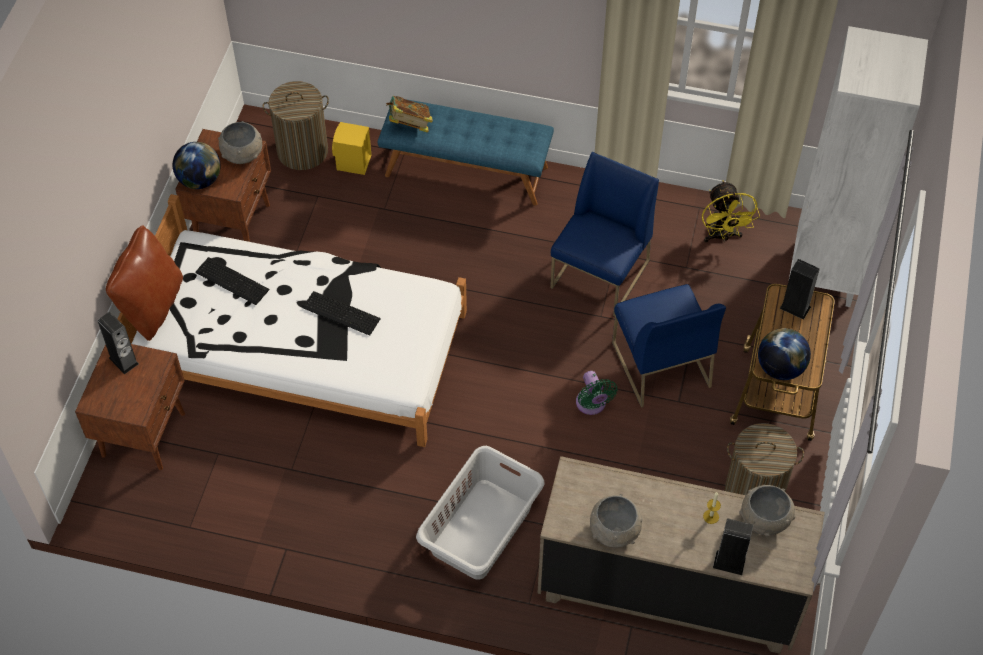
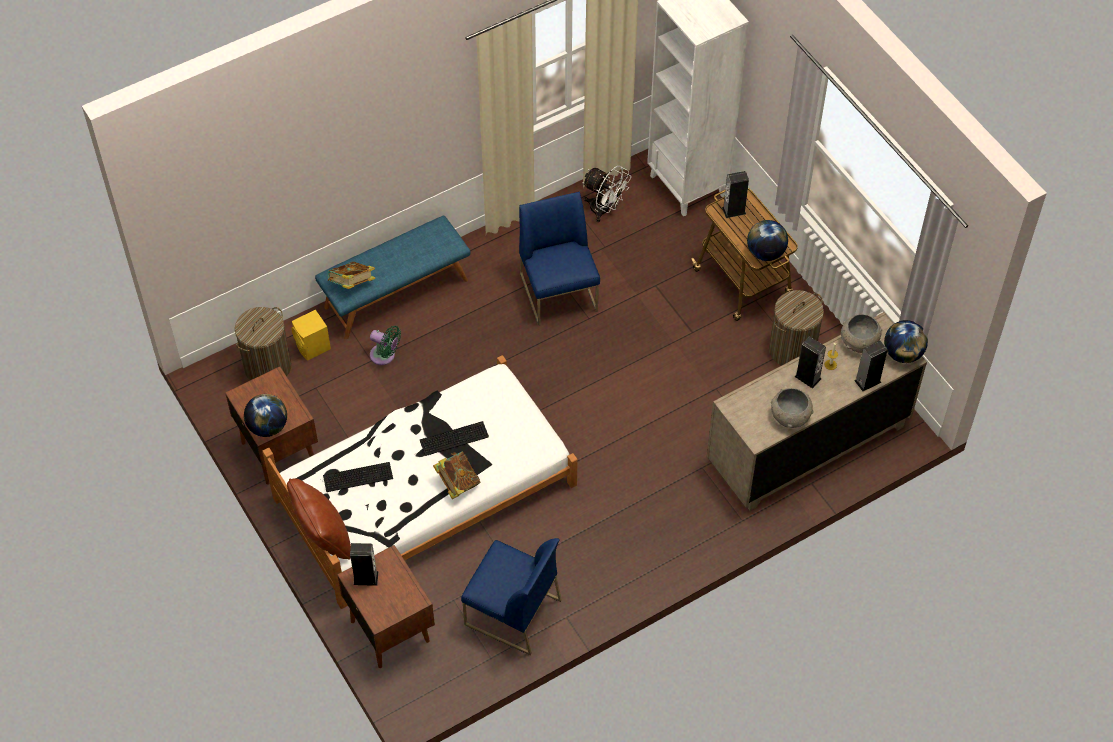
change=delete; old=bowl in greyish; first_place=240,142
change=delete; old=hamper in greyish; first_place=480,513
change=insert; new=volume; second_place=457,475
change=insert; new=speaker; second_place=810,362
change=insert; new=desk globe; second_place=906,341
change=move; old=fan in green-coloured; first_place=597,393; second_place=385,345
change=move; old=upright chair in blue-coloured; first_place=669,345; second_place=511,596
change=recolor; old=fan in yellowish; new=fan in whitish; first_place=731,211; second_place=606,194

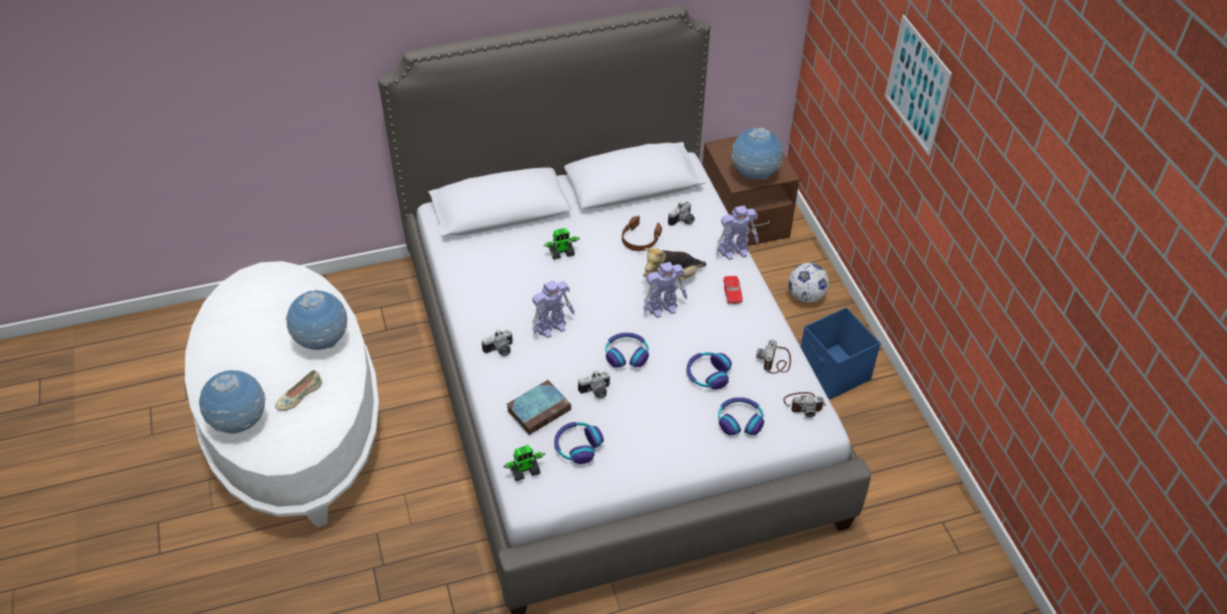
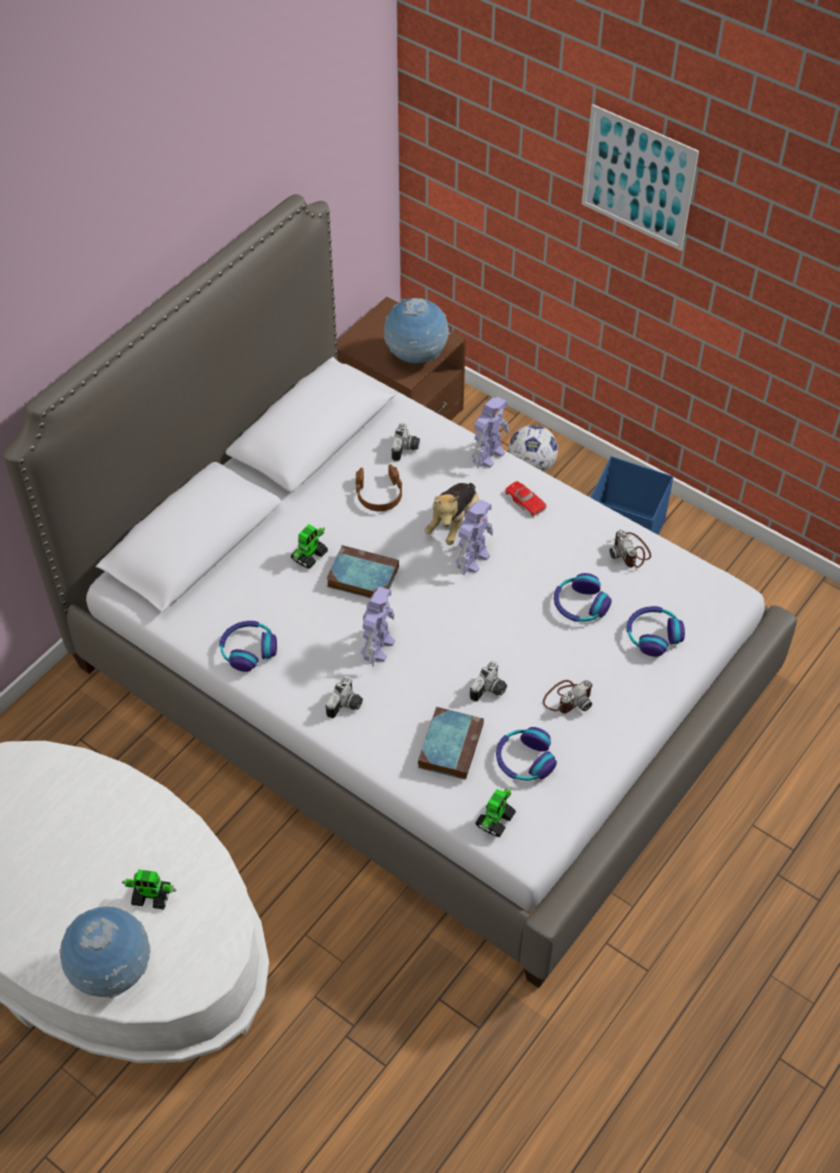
change=delete; old=desk globe; first_place=316,319
change=insert; new=volume; second_place=362,571
change=move; old=headset; first_place=627,350; second_place=248,646
change=move; old=still camera; first_place=804,405; second_place=568,697
change=replace; old=item of footwear in sand-coloured; new=model robot; first_place=298,390; second_place=149,890

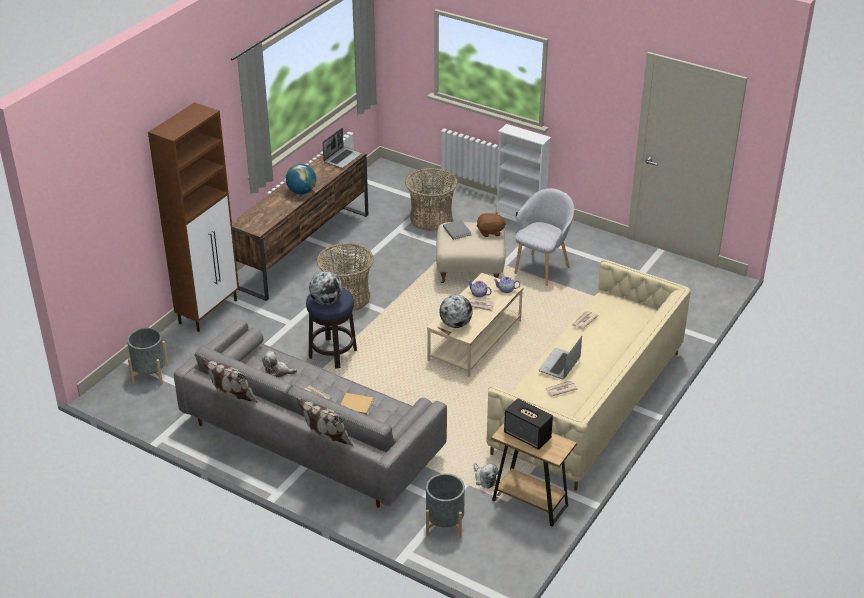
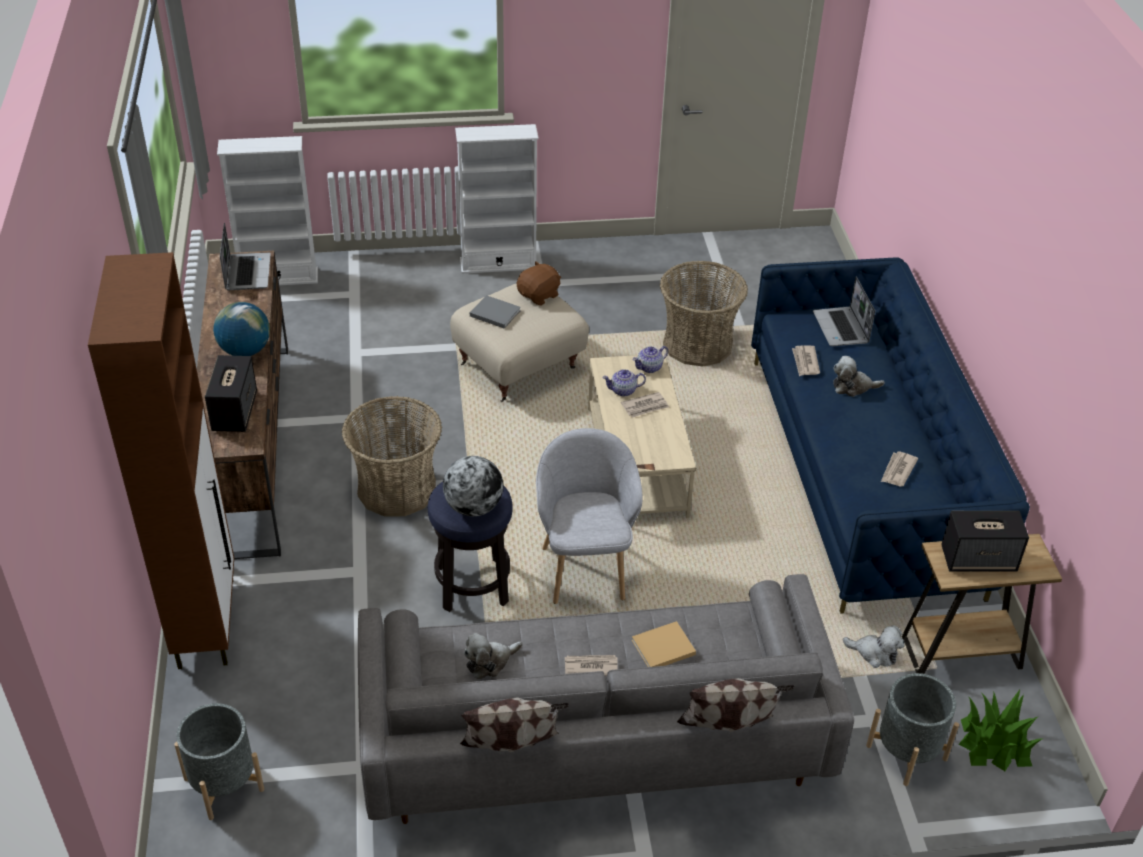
change=delete; old=desk globe; first_place=456,311
change=insert; new=speaker; second_place=231,393
change=insert; new=bookcase in whitish; second_place=267,210
change=insert; new=cuddly toy; second_place=859,376
change=insert; new=potted plant; second_place=1000,730
change=move; old=basket; first_place=431,199; second_place=704,314
change=move; old=armchair in greyish; first_place=544,237; second_place=589,516
change=move; old=laptop; first_place=560,358; second_place=844,311
change=recolor; old=settee in sand-coloured; new=settee in blue-coloured; first_place=588,375; second_place=890,435

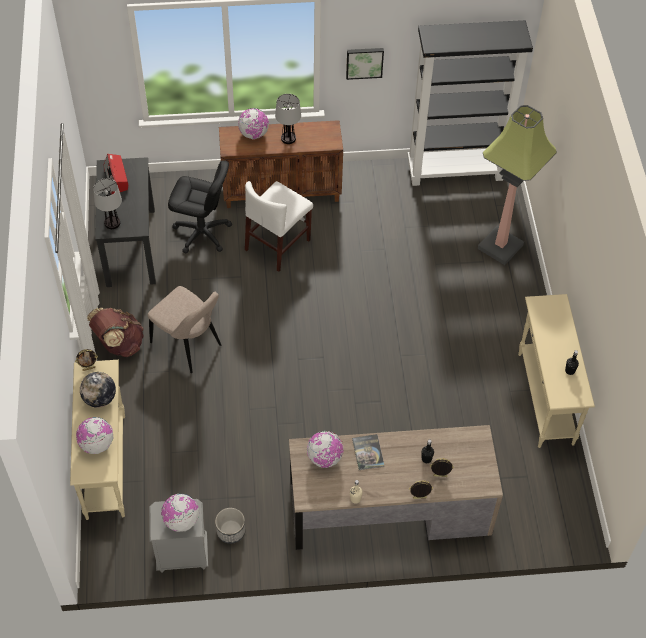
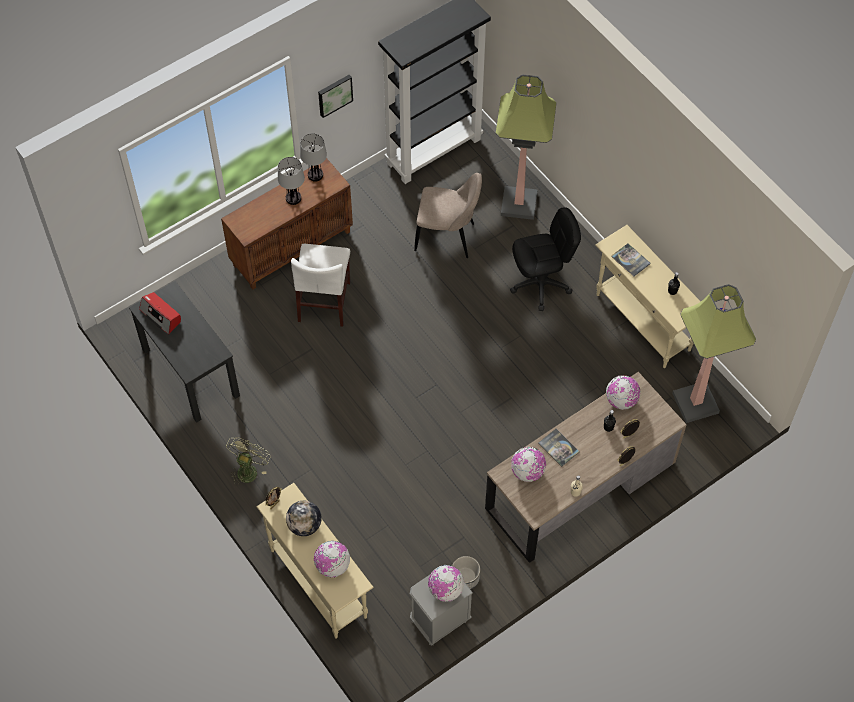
change=insert; new=volume; second_place=631,259
change=insert; new=standard lamp; second_place=714,353
change=move; old=tabletop lamp; first_place=107,203; second_place=313,157
change=move; old=upright chair in sand-coloured; first_place=184,329; second_place=448,215
change=move; old=office chair in black-coloured; first_place=200,207; second_place=545,259
change=move; old=desk globe; first_place=253,123; second_place=623,392
change=replace; old=knapsack in brown; new=fan in green-coloured; first_place=115,332; second_place=248,461

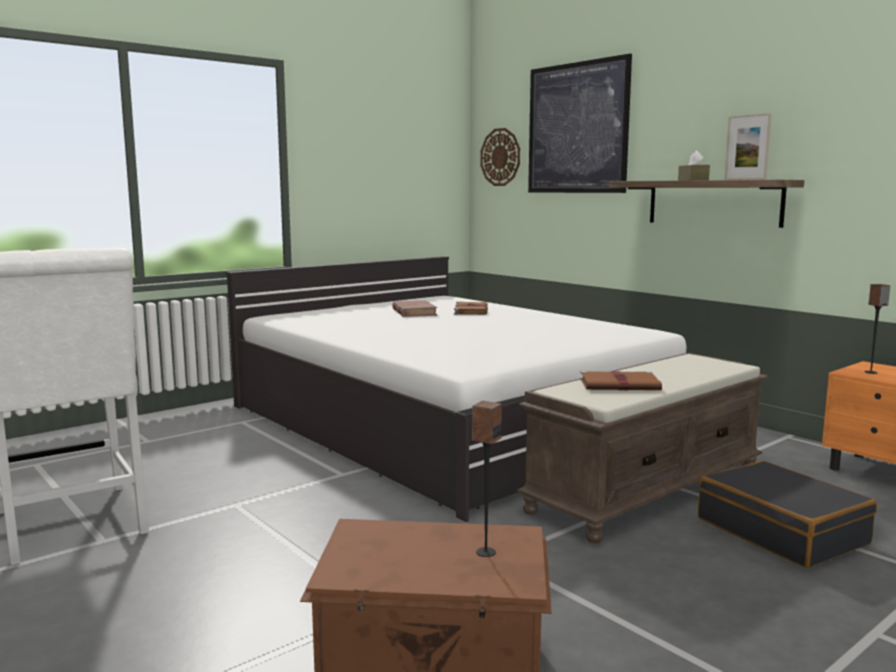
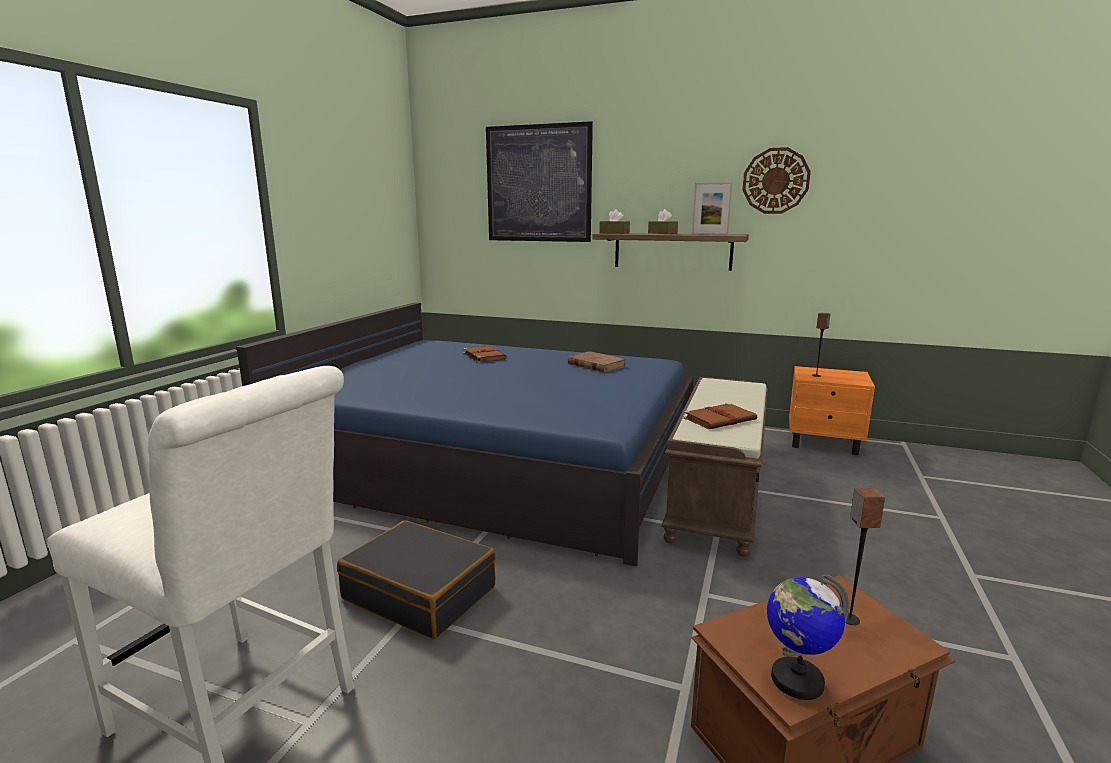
change=insert; new=tissue box in brown; second_place=614,221
change=insert; new=desk globe; second_place=808,637
change=move; old=volume in brown; first_place=415,308; second_place=597,362
change=move; old=clock on the wall; first_place=500,157; second_place=777,180
change=move; old=travel case in black-coloured; first_place=787,514; second_place=416,579
change=recolor; old=bedroom bed in whitish; new=bedroom bed in blue-coloured; first_place=456,389; second_place=465,434

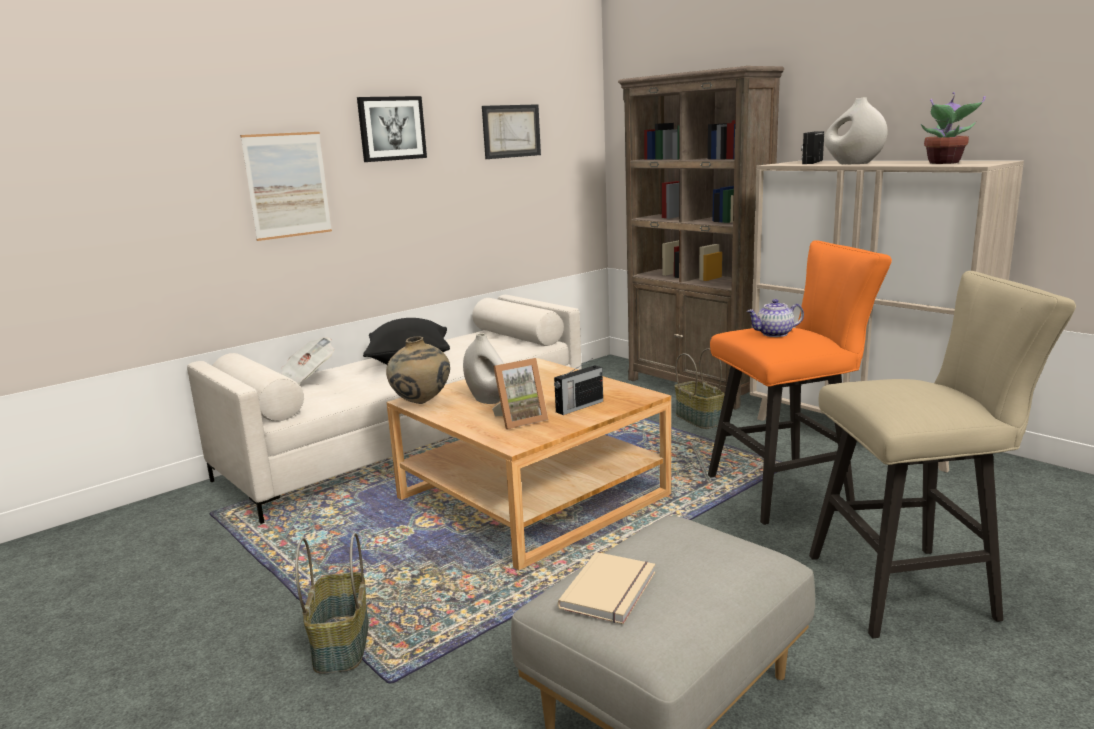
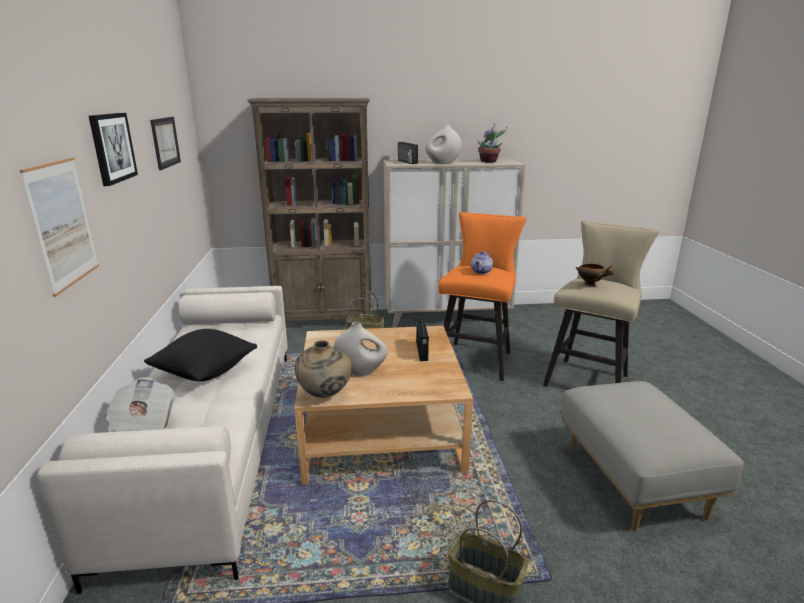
change=delete; old=picture frame; first_place=520,393
change=delete; old=volume in sand-coloured; first_place=606,588
change=insert; new=bowl; second_place=595,275

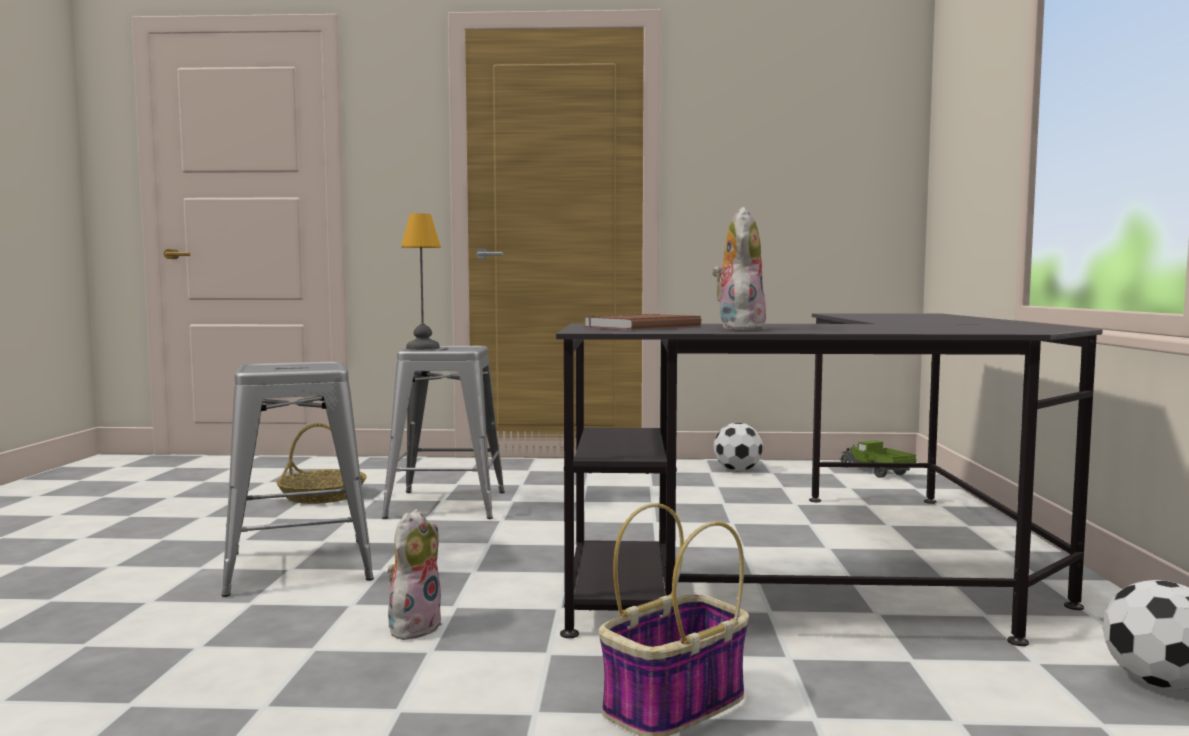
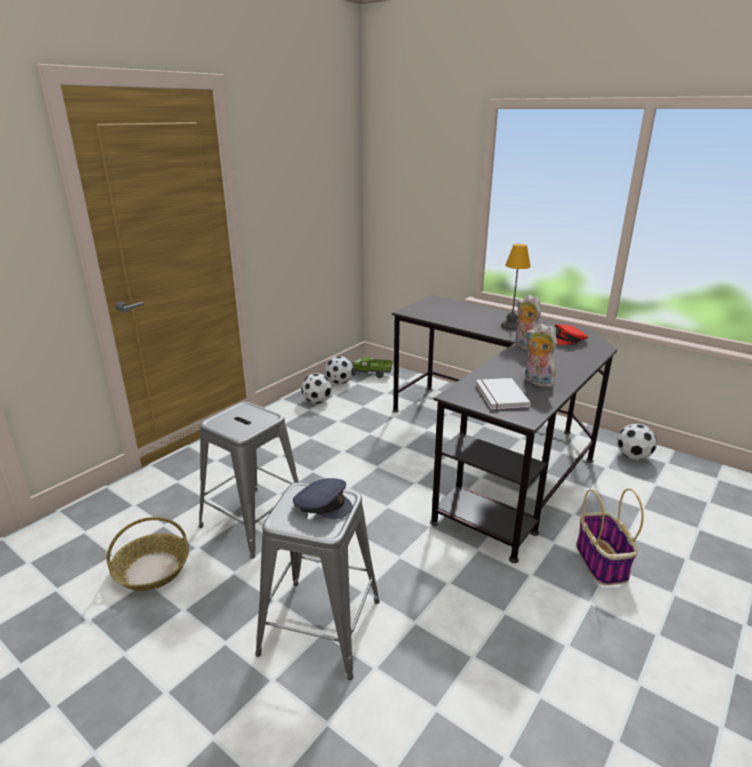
change=insert; new=baseball cap in greyish; second_place=323,498
change=insert; new=ball for football; second_place=339,370
change=insert; new=baseball cap in red; second_place=571,334
change=move; old=cuddly toy; first_place=415,574; second_place=528,322
change=move; old=tabletop lamp; first_place=421,281; second_place=516,287
change=recolor; old=volume in brown; new=volume in whitish; first_place=642,322; second_place=503,394

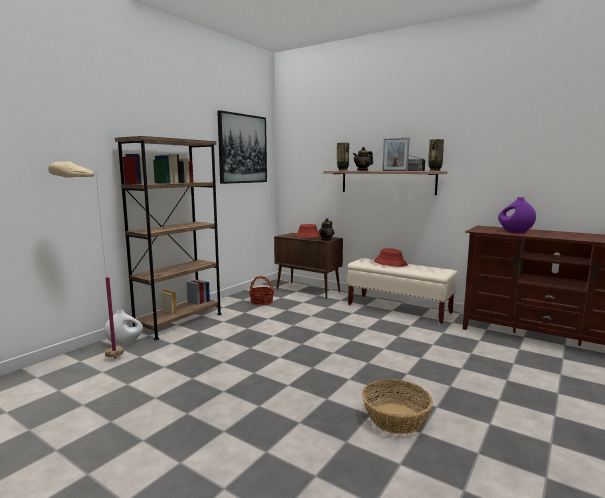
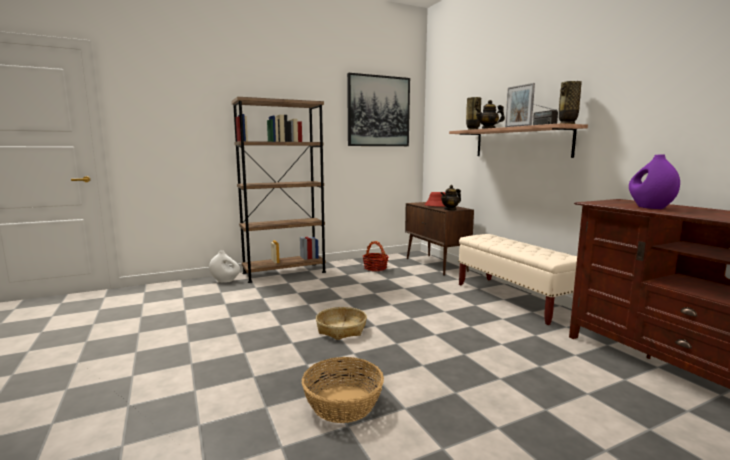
change=delete; old=standard lamp in sand-coloured; first_place=86,259
change=delete; old=hat in red; first_place=391,257
change=insert; new=basket; second_place=341,323

